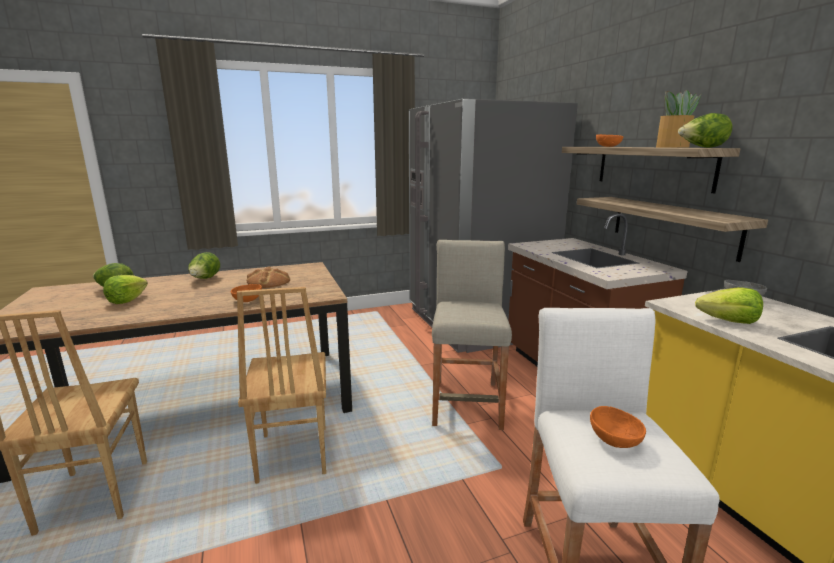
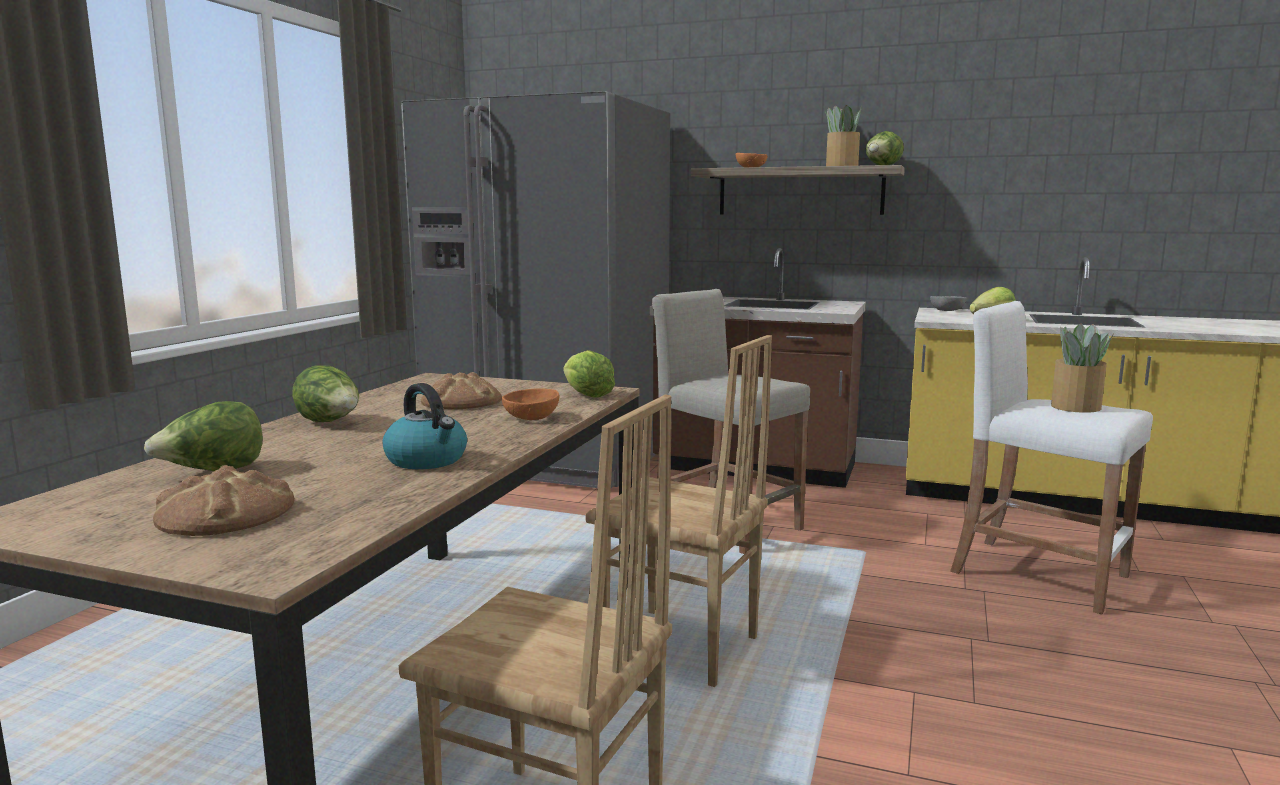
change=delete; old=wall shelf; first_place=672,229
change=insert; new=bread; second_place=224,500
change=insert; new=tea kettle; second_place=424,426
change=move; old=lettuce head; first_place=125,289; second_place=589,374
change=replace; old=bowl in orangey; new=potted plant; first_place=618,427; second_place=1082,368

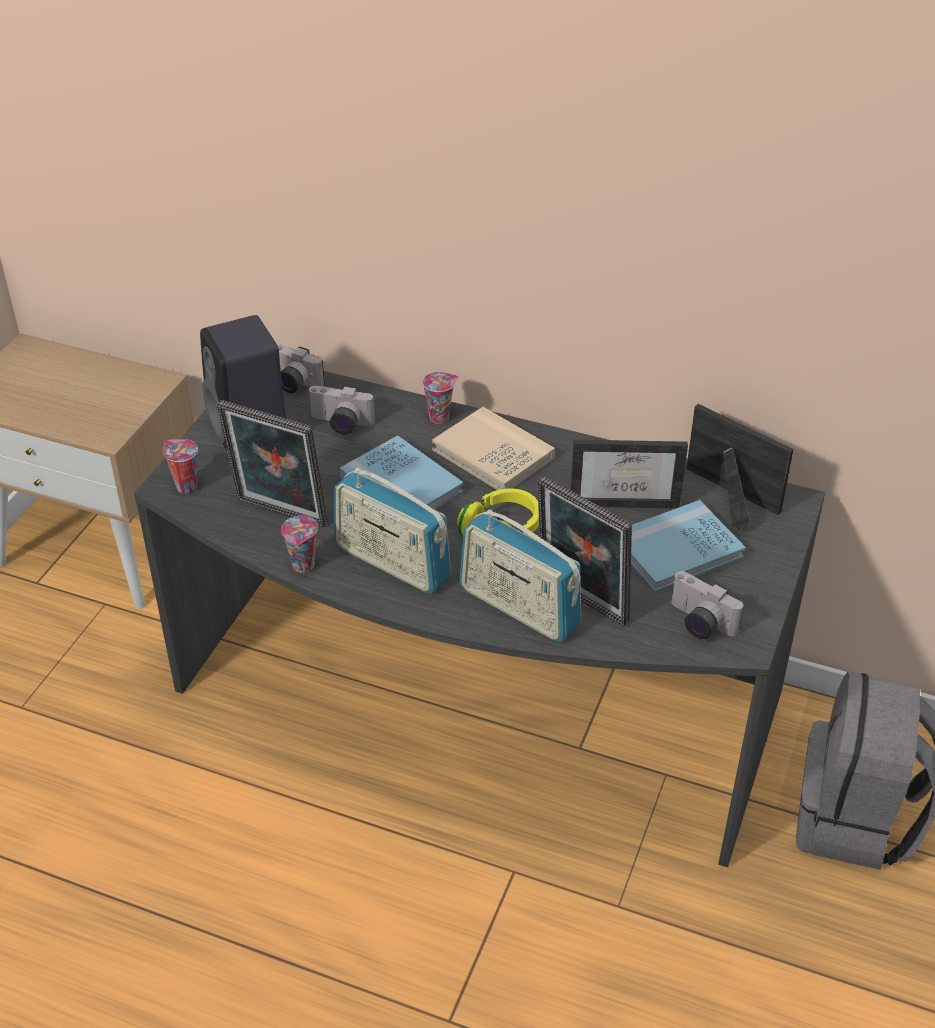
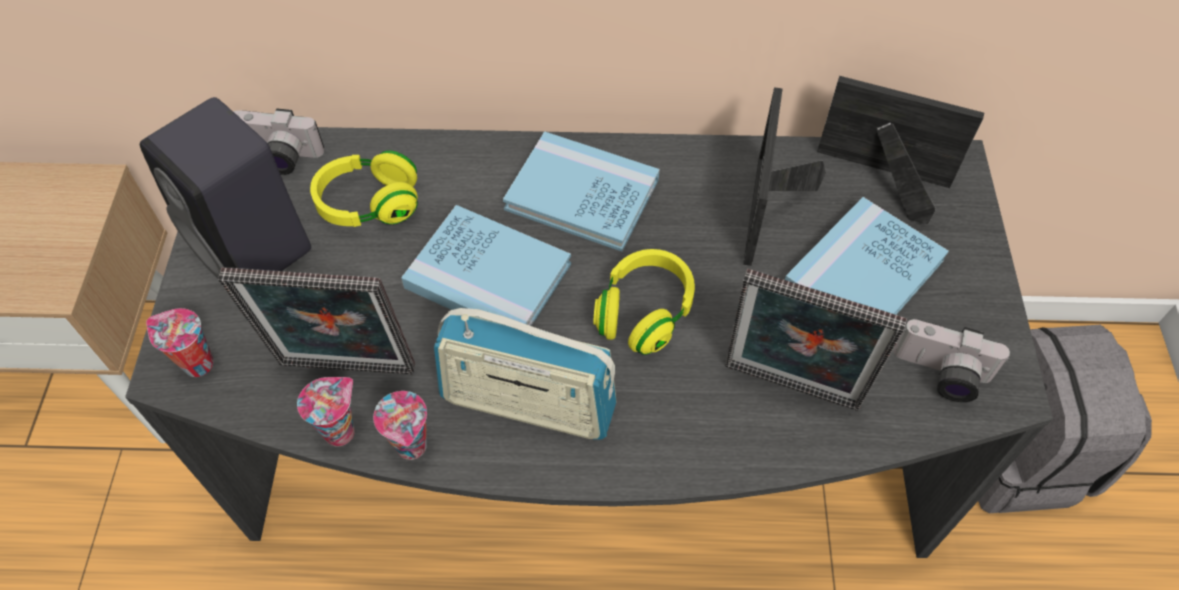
change=delete; old=radio set; first_place=520,575
change=move; old=drinking cup; first_place=440,398; second_place=326,411
change=replace; old=still camera; new=headset in yellowish; first_place=341,410; second_place=364,188
change=recolor; old=volume in sand-coloured; new=volume in blue-coloured; first_place=493,448; second_place=581,191
change=rotate; old=picture frame; first_place=629,474; second_place=784,176; degrees=120

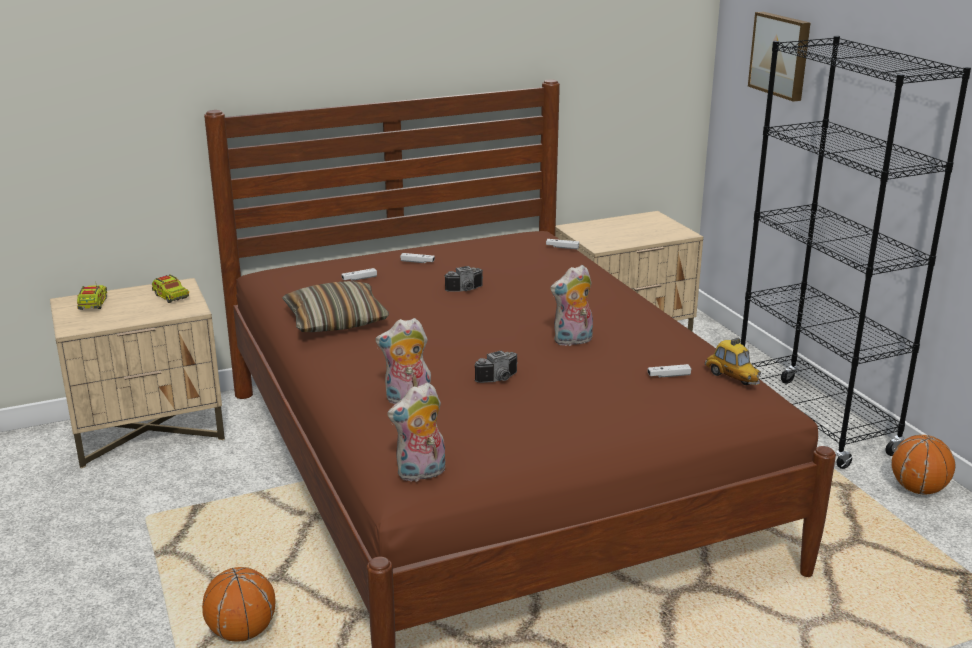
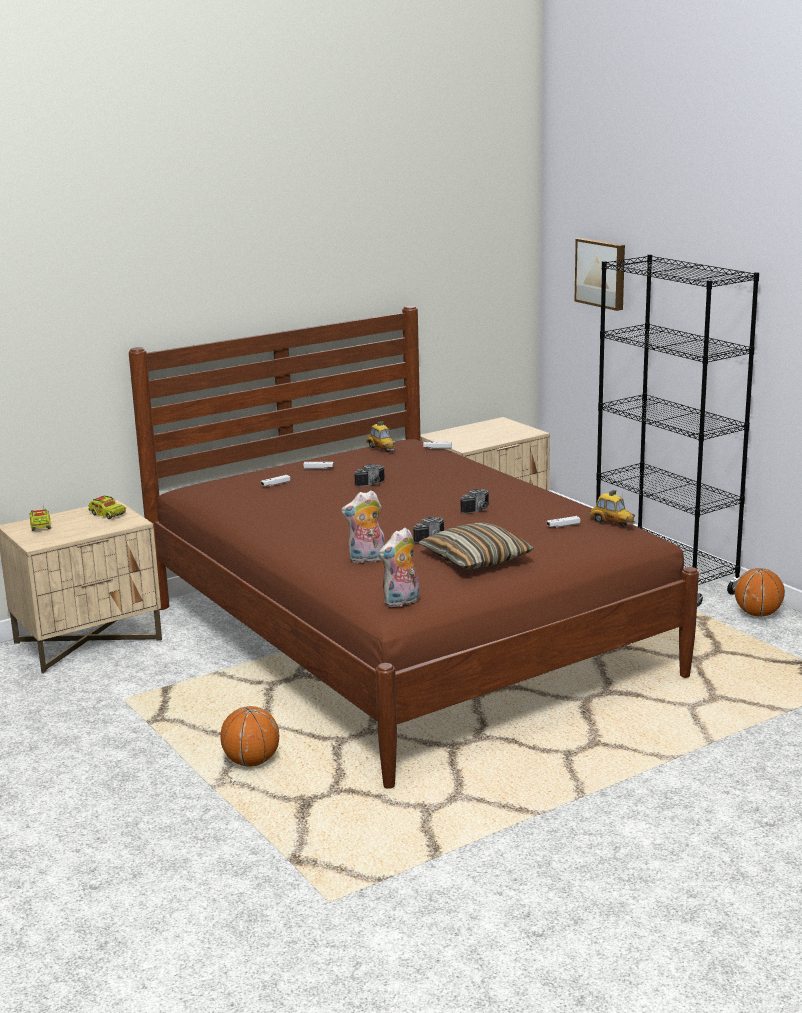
change=insert; new=miniature car; second_place=381,436
change=move; old=throw pillow; first_place=335,306; second_place=476,546
change=replace; old=cuddly toy; new=still camera; first_place=571,305; second_place=475,501

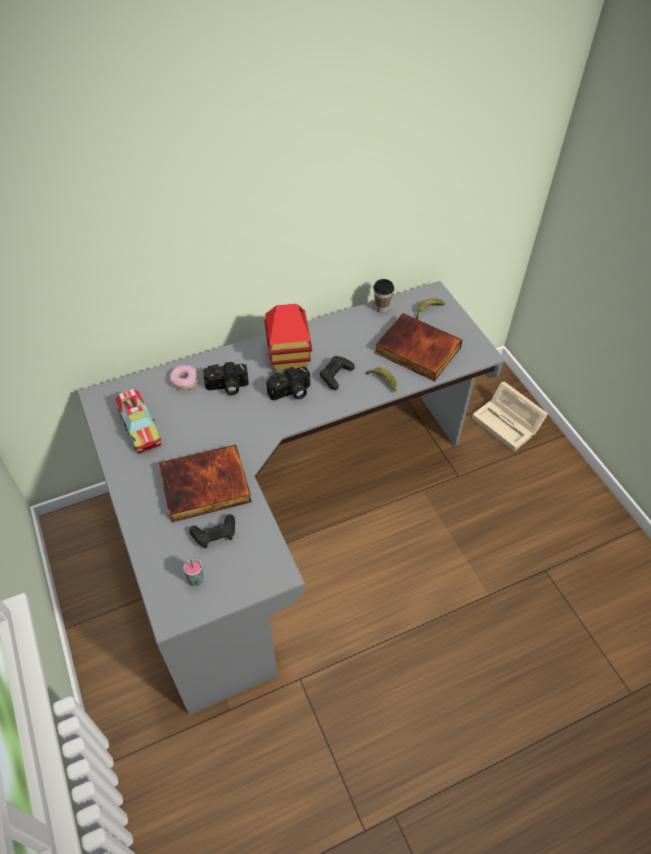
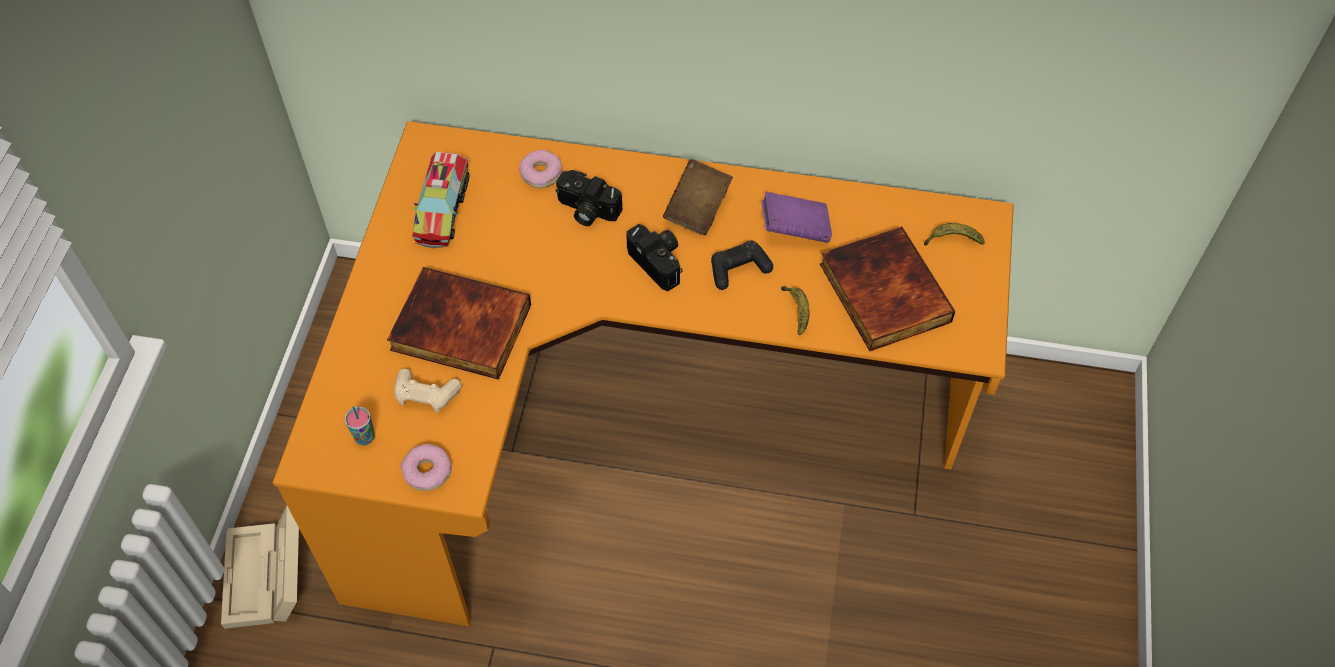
change=delete; old=drinking cup; first_place=383,296
change=insert; new=doughnut; second_place=426,467
change=insert; new=volume in purple-coloured; second_place=796,217
change=move; old=storage box in sand-coloured; first_place=510,417; second_place=260,567
change=replace; old=miniature house; new=volume in brown; first_place=288,337; second_place=698,197
change=recolor; old=desk unit in greyish; new=desk unit in orangey; first_place=291,498; second_place=643,373
change=recolor; old=joypad in black-coloured; new=joypad in sand-coloured; first_place=212,531; second_place=428,391
change=rotate; old=still camera; first_place=288,383; second_place=654,257; degrees=-135

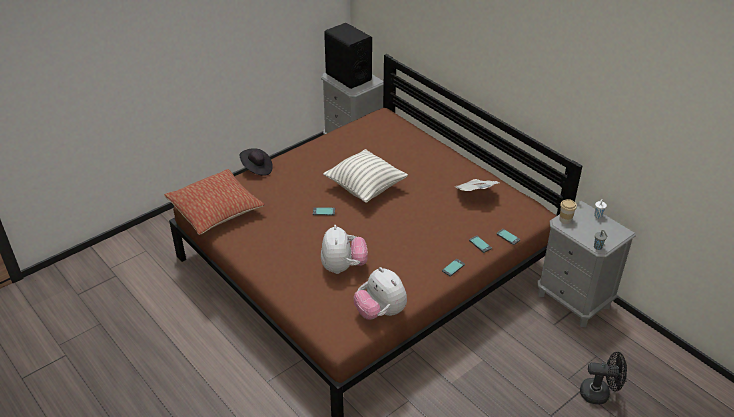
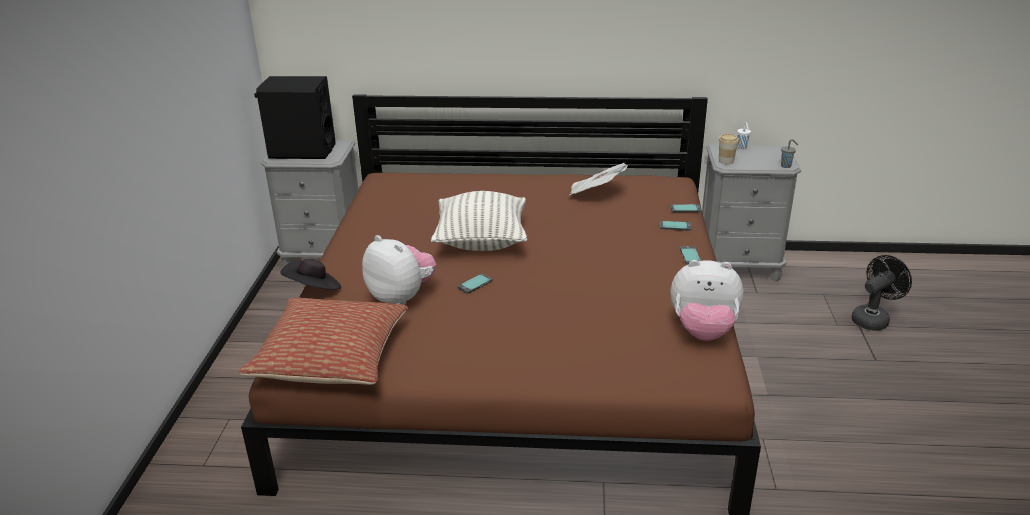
change=move; old=cuddly toy; first_place=344,249; second_place=399,270

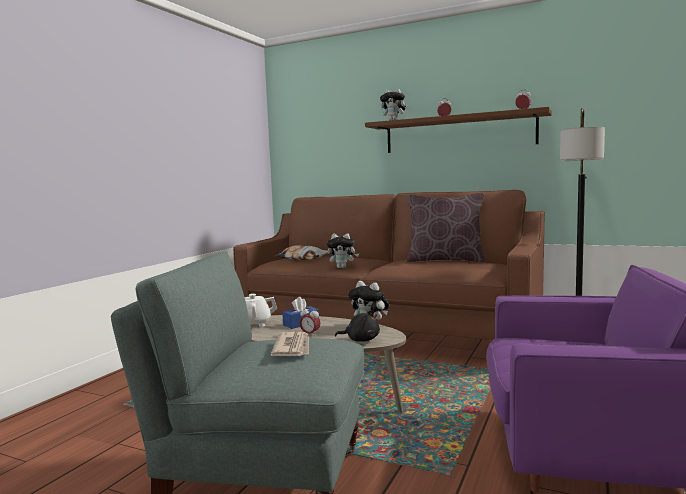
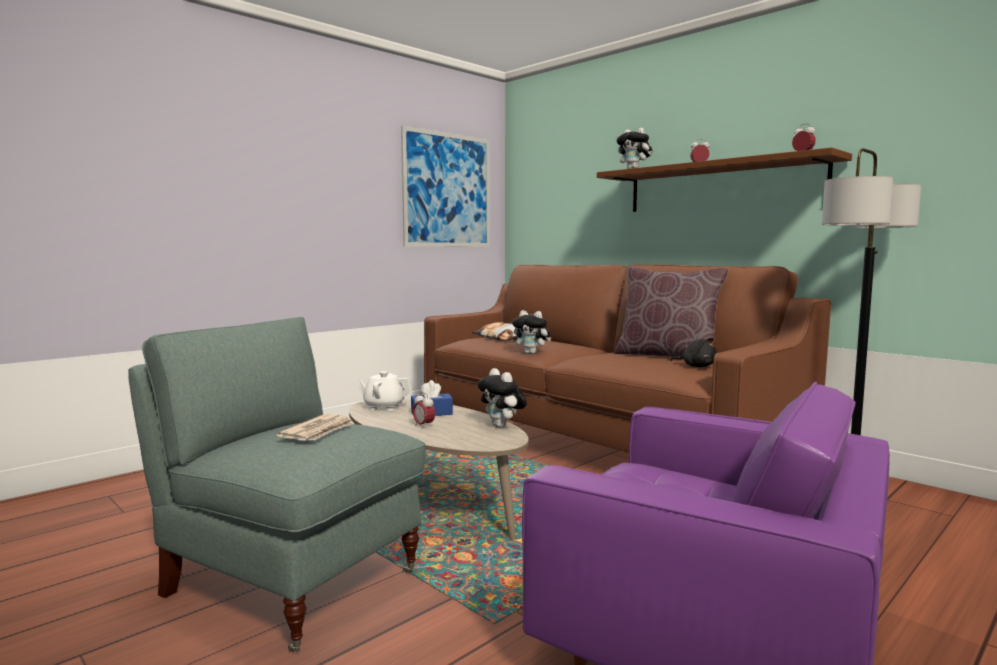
change=insert; new=wall art; second_place=445,186
change=move; old=cuddly toy in black-coloured; first_place=357,326; second_place=693,352

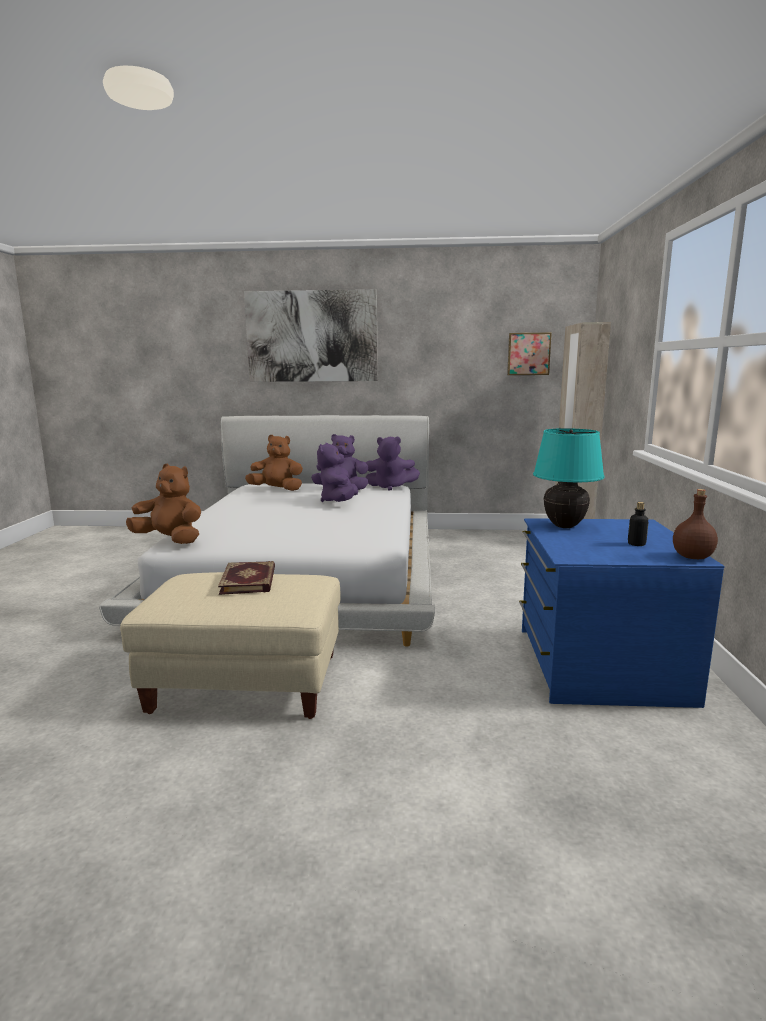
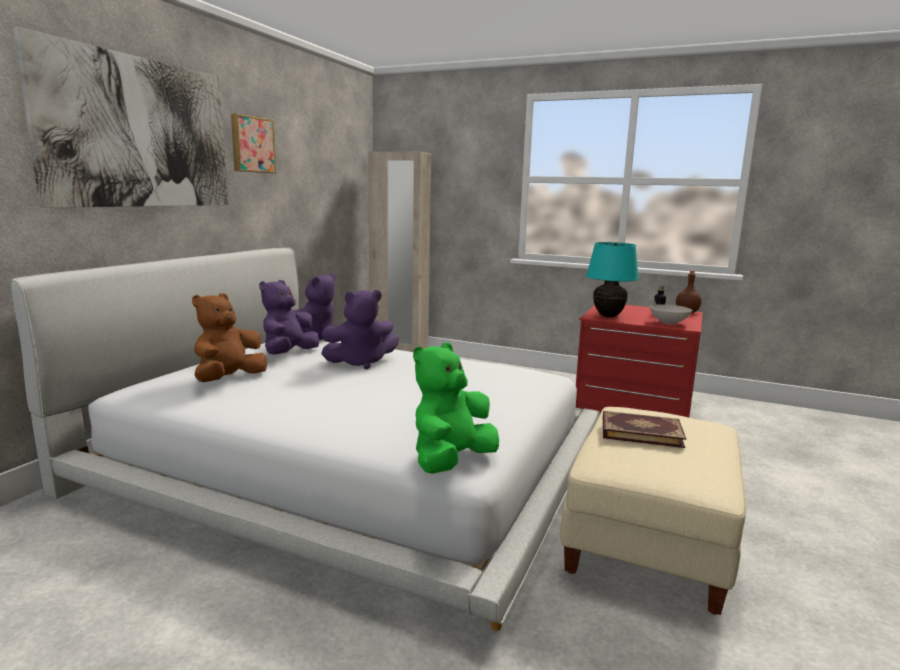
change=insert; new=bowl in whitish; second_place=671,314
change=move; old=wall art; first_place=529,353; second_place=253,143
change=recolor; old=cuddly toy in brown; new=cuddly toy in green-coloured; first_place=163,503; second_place=456,408
change=recolor; old=dresser in blue-coloured; new=dresser in red; first_place=622,613; second_place=639,361
change=rotate; old=cuddly toy in purple-coloured; first_place=337,472; second_place=360,329; degrees=-45

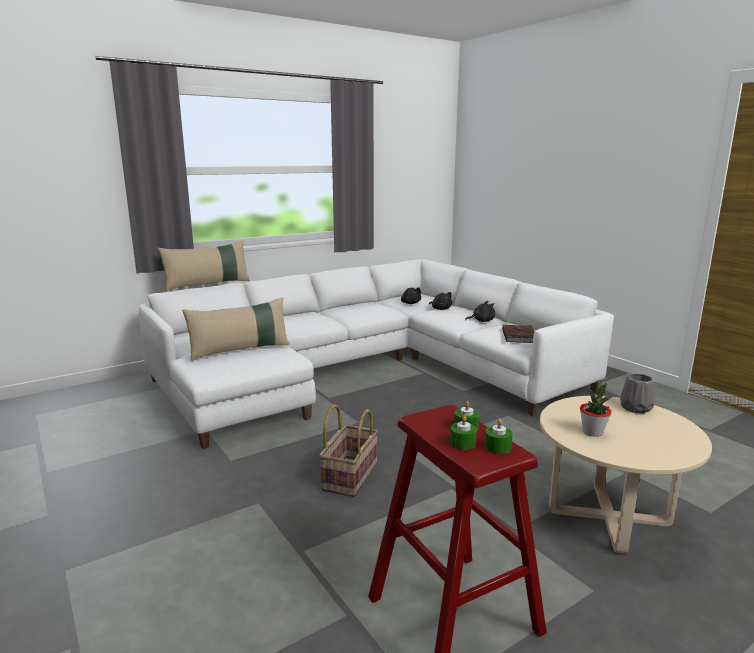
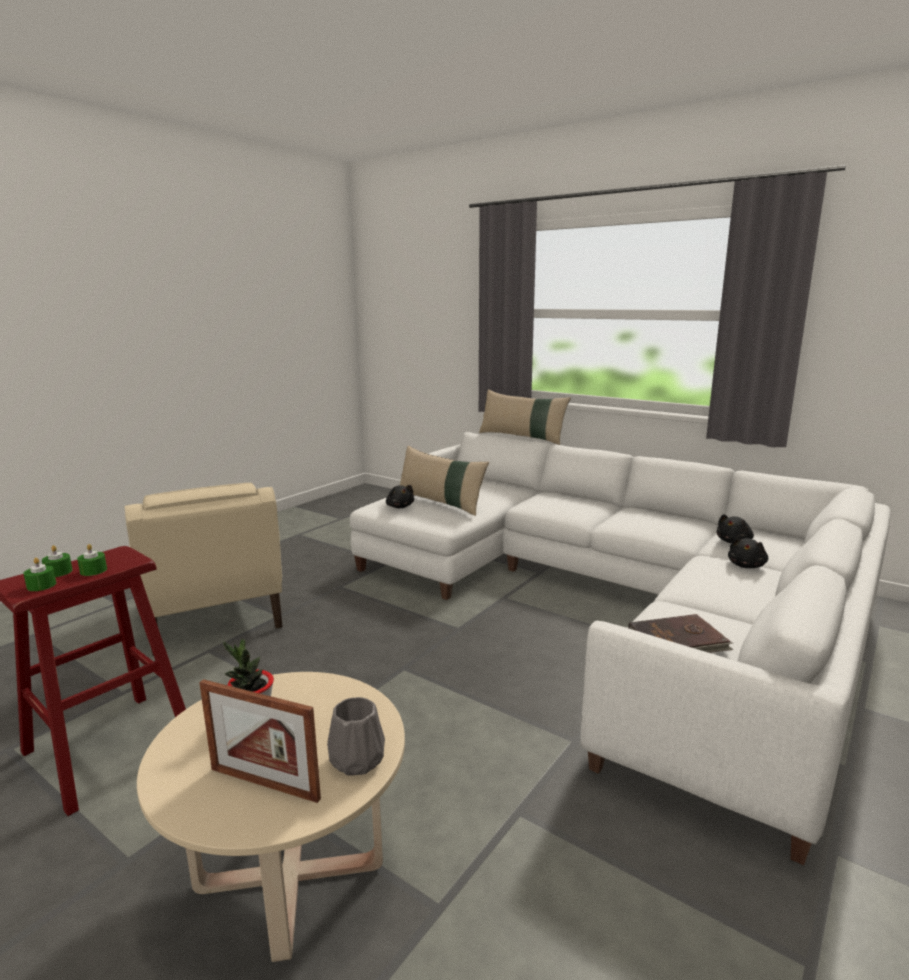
change=delete; old=basket; first_place=348,450
change=insert; new=armchair in sand-coloured; second_place=204,569
change=insert; new=picture frame; second_place=260,741
change=move; old=cuddly toy in black-coloured; first_place=480,311; second_place=400,496

